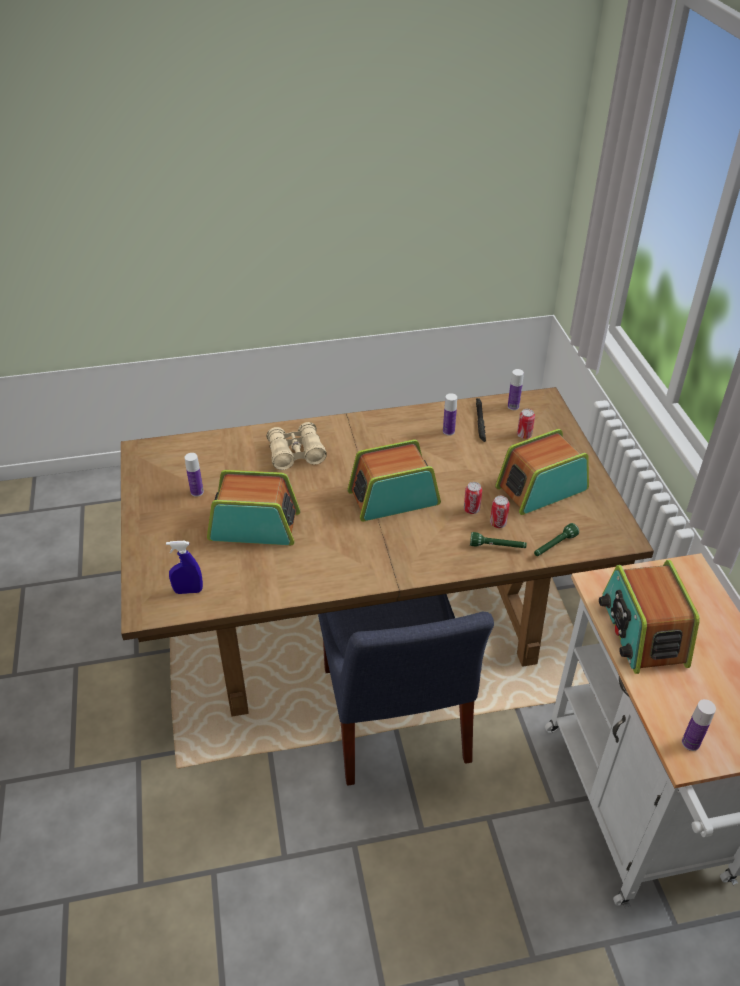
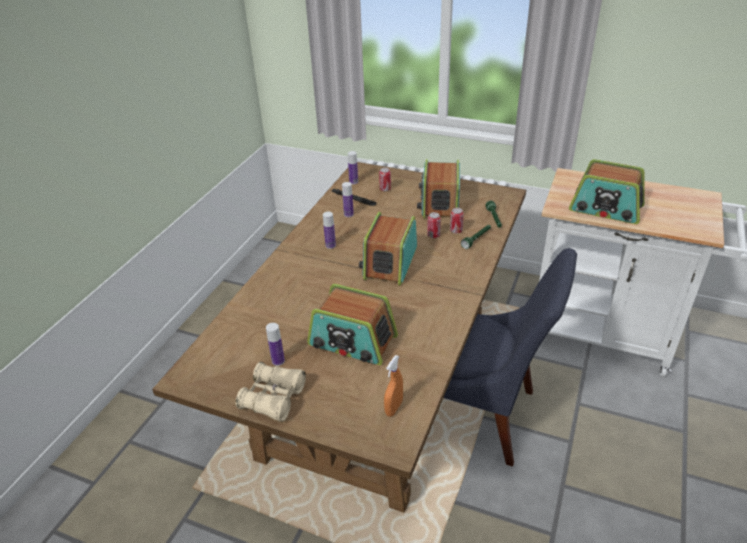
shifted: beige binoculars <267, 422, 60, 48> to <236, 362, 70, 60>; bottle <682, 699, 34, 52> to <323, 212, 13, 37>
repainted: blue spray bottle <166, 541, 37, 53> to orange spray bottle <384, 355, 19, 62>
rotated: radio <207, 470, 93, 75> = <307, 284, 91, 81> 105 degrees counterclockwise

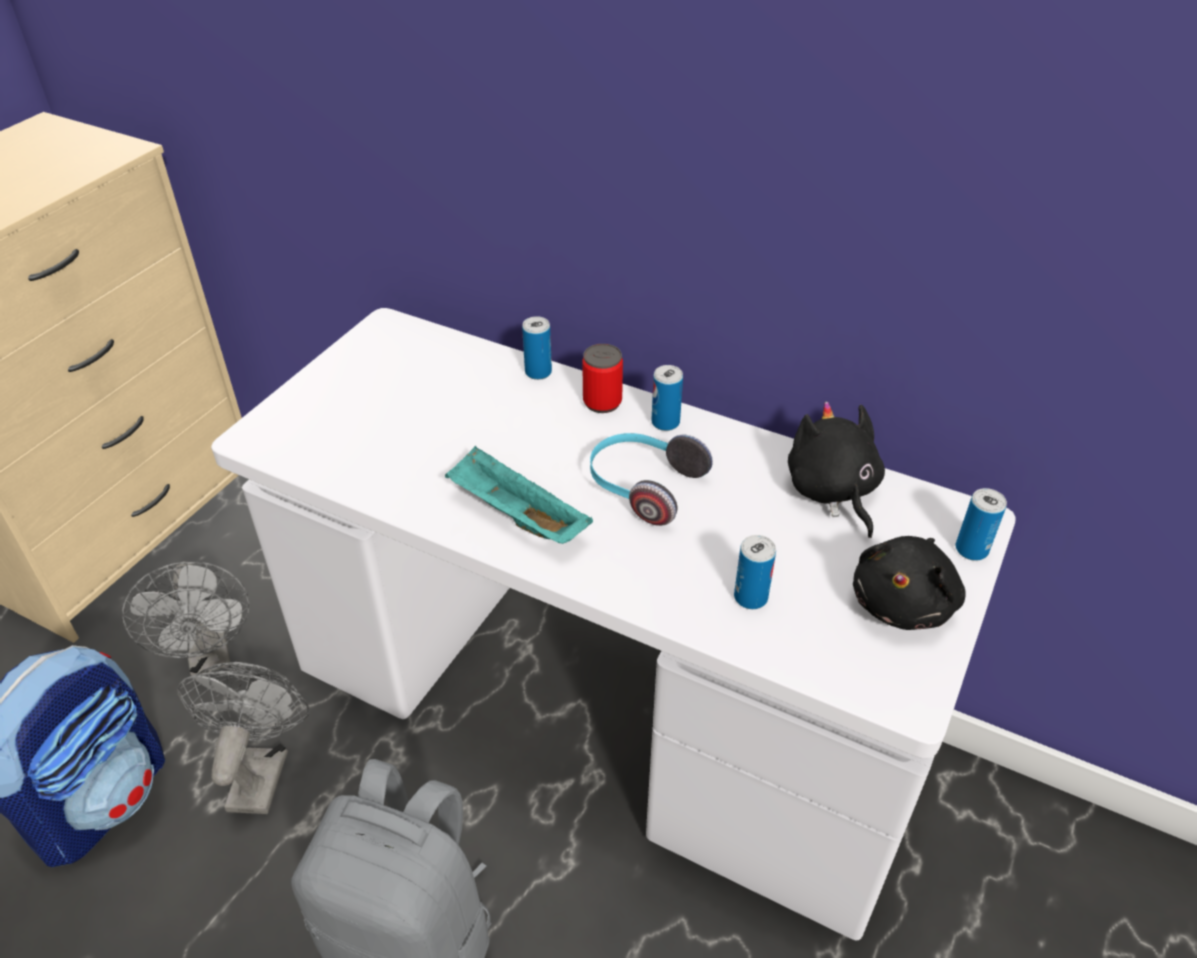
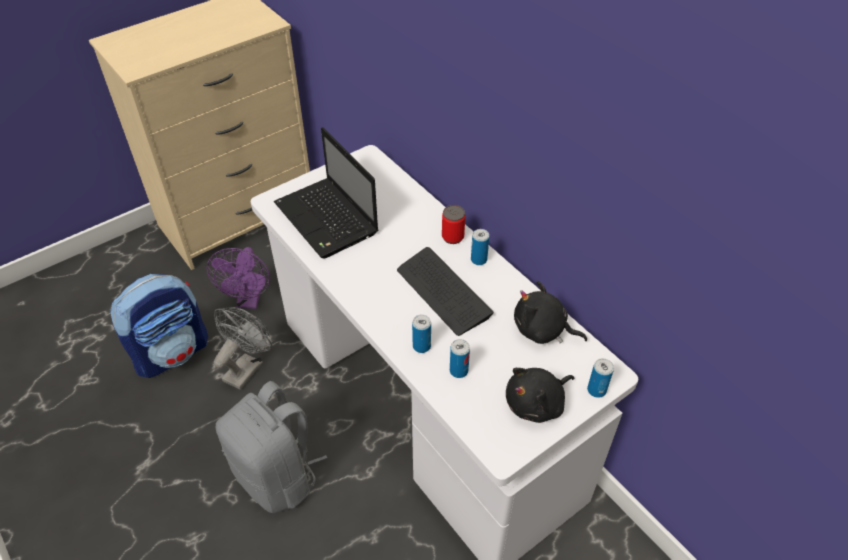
gone: turquoise tray <445, 445, 148, 99>
new: laptop <274, 127, 105, 131>
shifted: can <522, 316, 30, 64> to <412, 315, 19, 38>
swapped: headphones <590, 433, 123, 93> to keyboard <397, 247, 97, 89>
repainted: grey fan <122, 561, 128, 115> to purple fan <207, 247, 63, 62>
rotated: black plush toy <788, 401, 97, 137> = <514, 281, 73, 63> 75 degrees counterclockwise

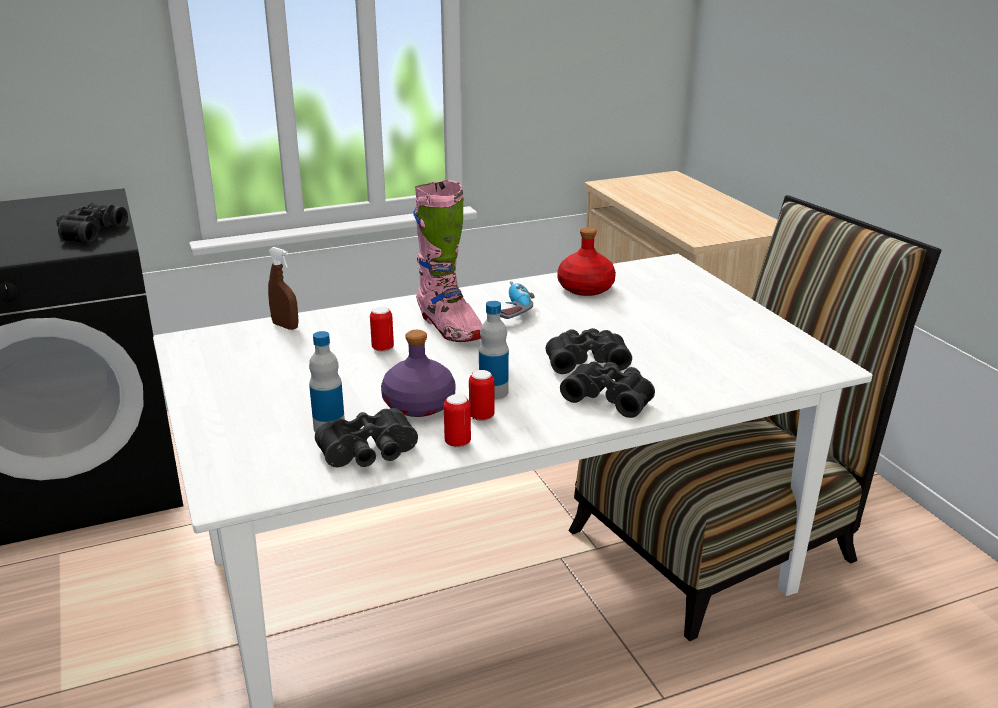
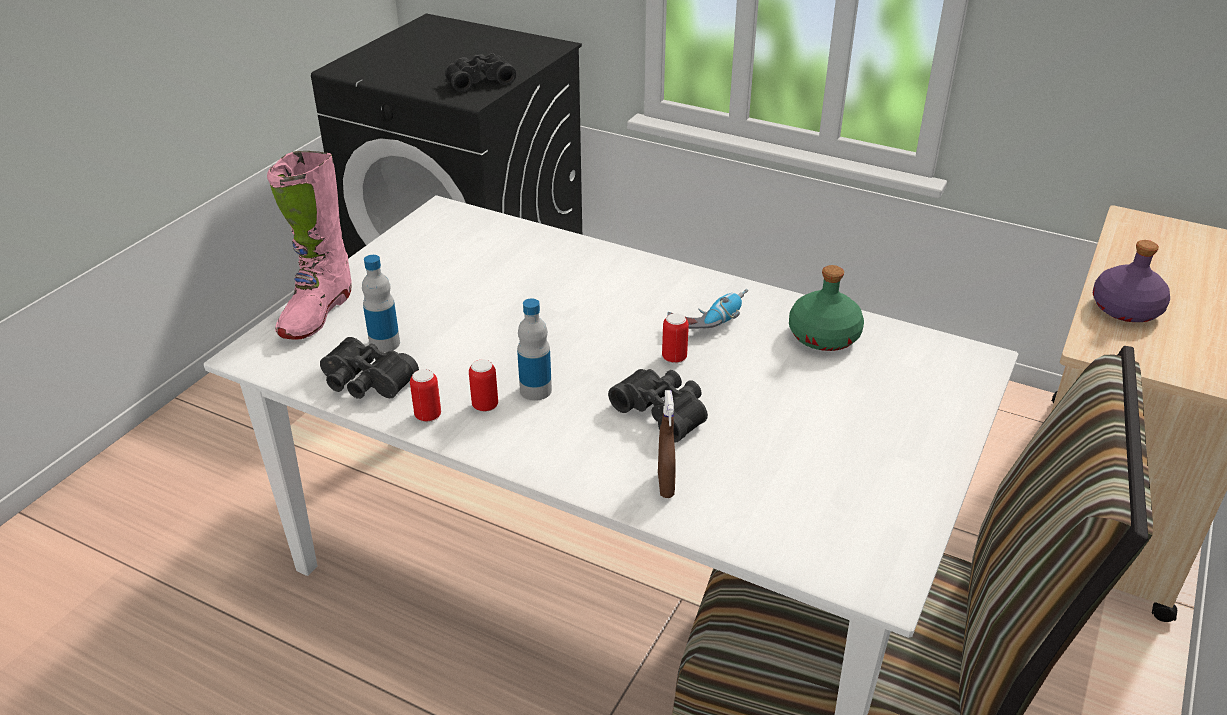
gone: black binoculars <560, 362, 95, 56>
shifted: pink boot <413, 180, 69, 162> to <267, 151, 85, 189>; brown spray bottle <268, 247, 30, 83> to <658, 390, 18, 108>; can <370, 307, 24, 45> to <662, 313, 27, 50>; purple bottle <381, 330, 74, 87> to <1093, 240, 77, 82>
repainted: red bottle <557, 227, 59, 69> to green bottle <789, 265, 75, 86>

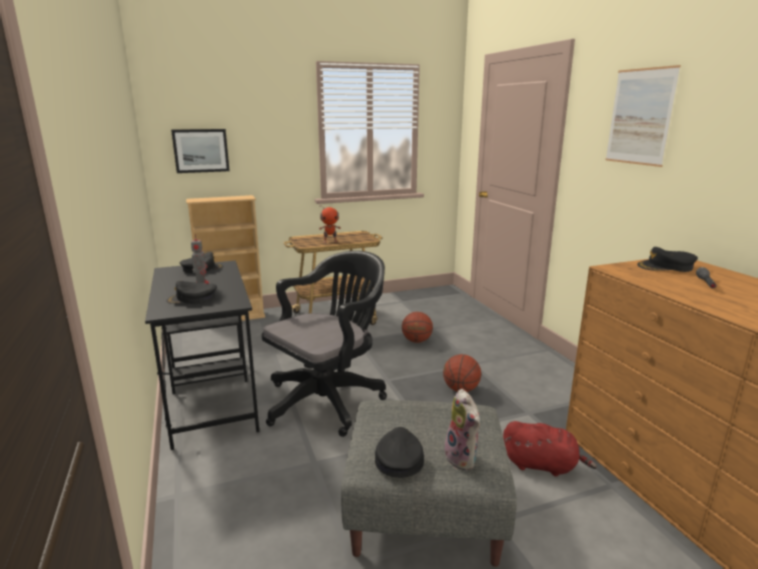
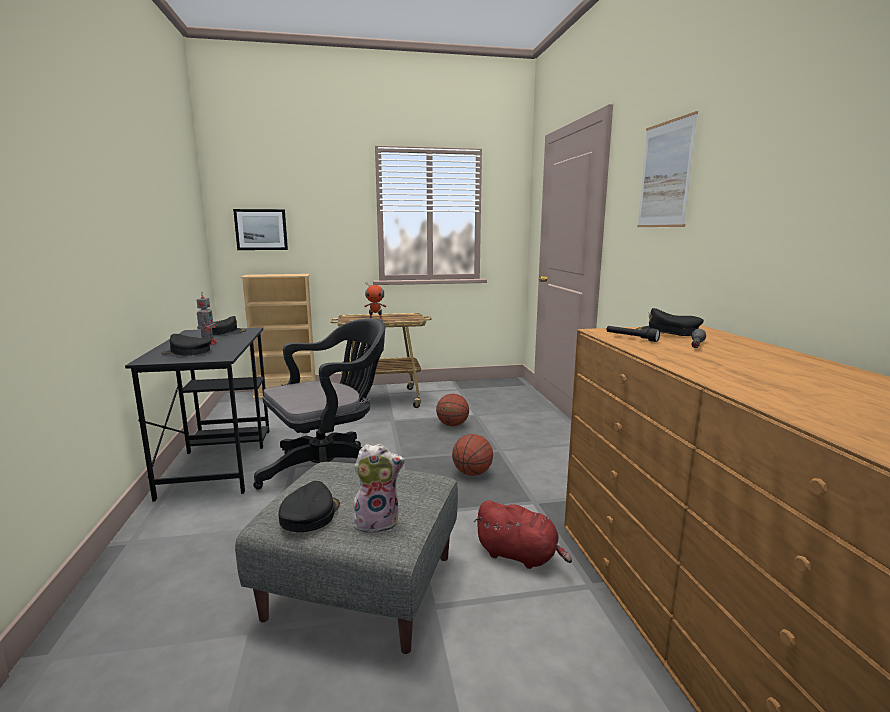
new: black flashlight <607, 326, 53, 16>
rotated: plush toy <444, 389, 36, 81> = <353, 444, 52, 90> 90 degrees counterclockwise

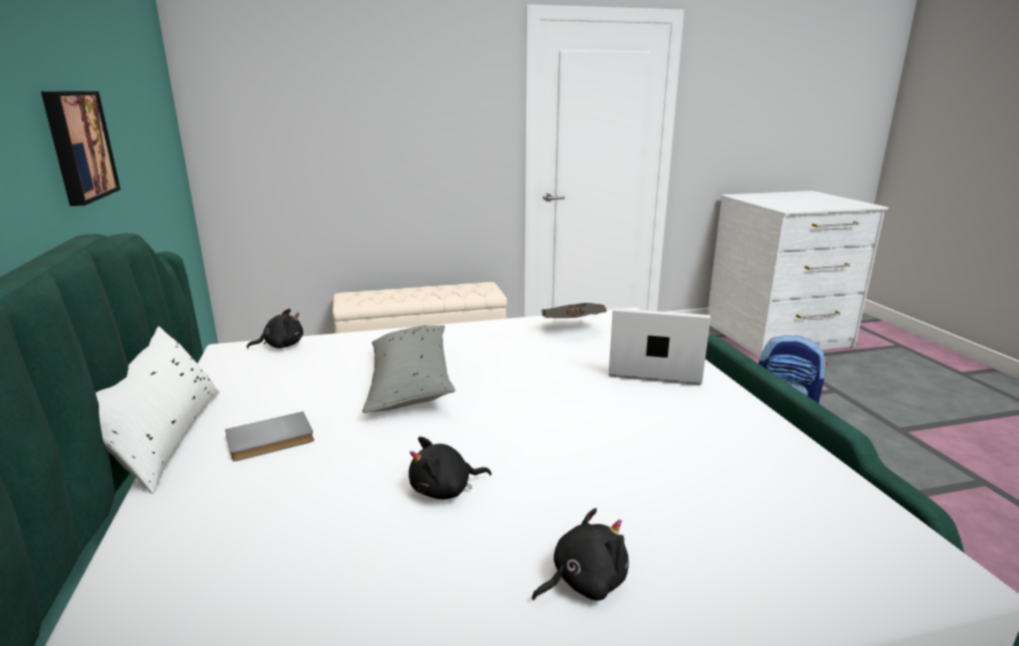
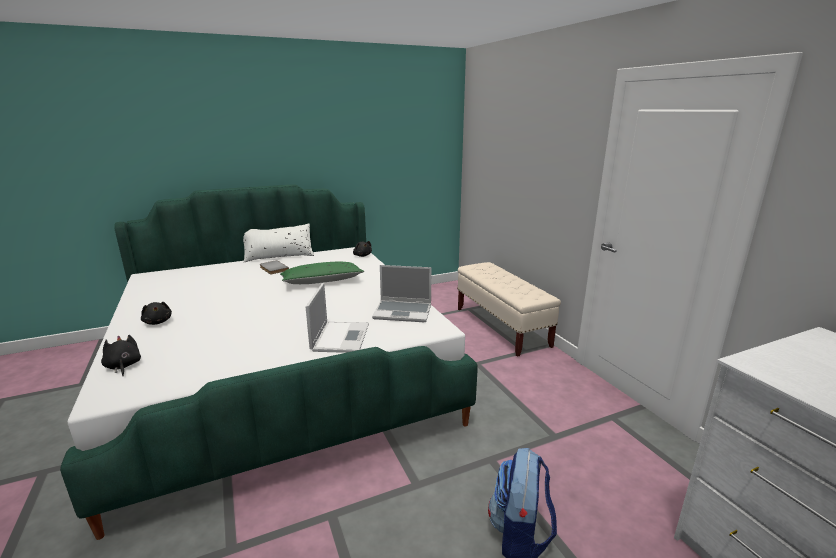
gone: picture <41, 91, 80, 115>
shifted: black plush toy <409, 437, 83, 62> to <101, 335, 40, 41>
swapped: newspaper <541, 303, 66, 15> to laptop <372, 265, 60, 57>
repainted: grey pillow <362, 325, 94, 88> to green pillow <280, 261, 84, 23>

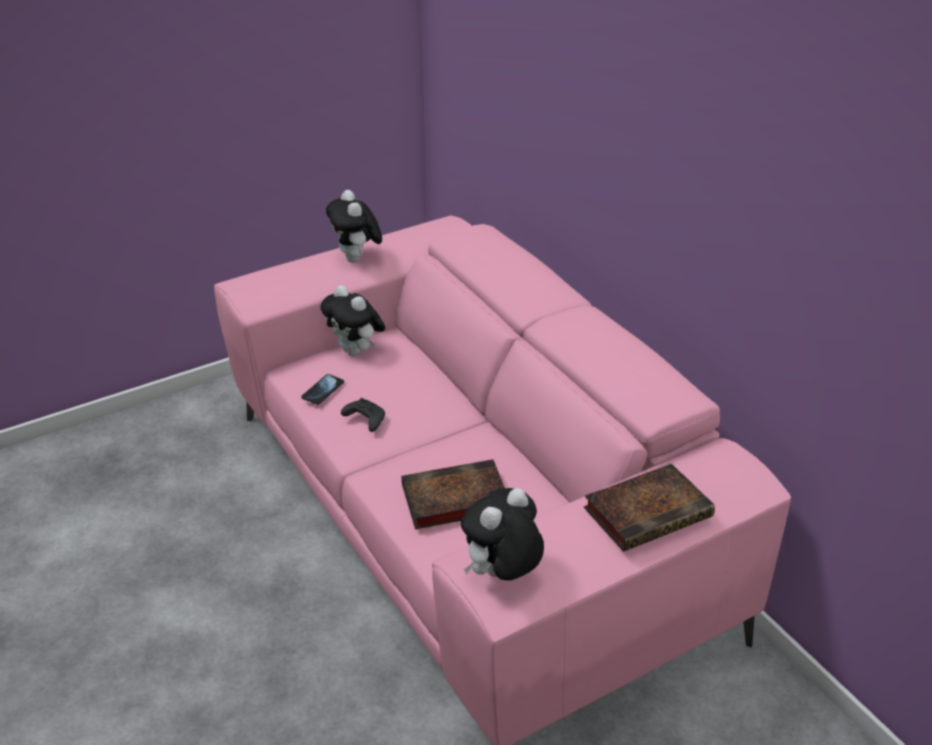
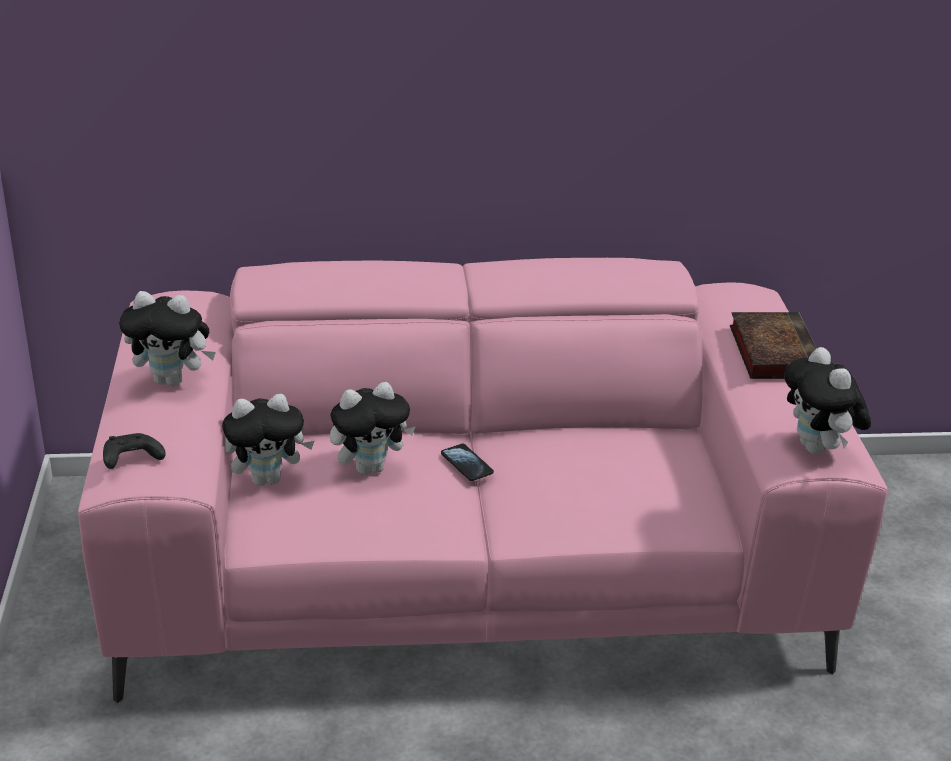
gone: book <402, 459, 103, 70>
new: plush toy <330, 382, 86, 93>
shifted: phone <301, 374, 43, 31> to <441, 443, 53, 38>; black game controller <341, 398, 44, 34> to <103, 433, 63, 36>

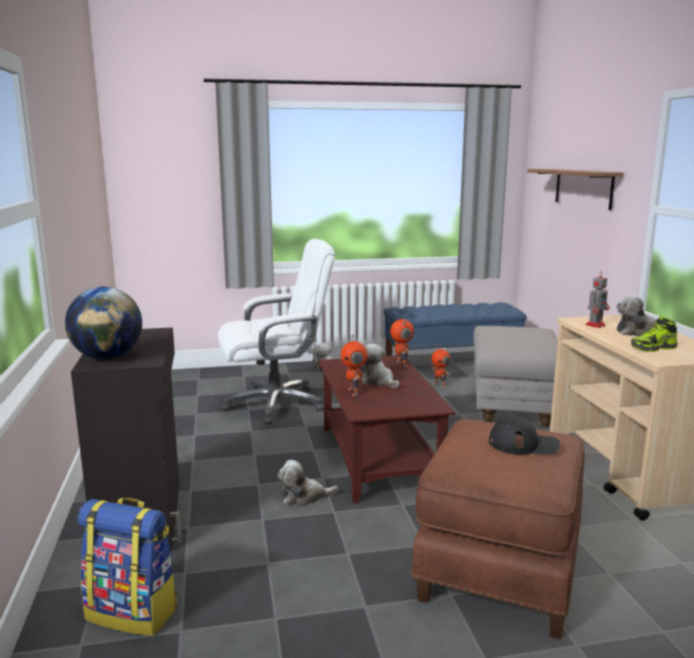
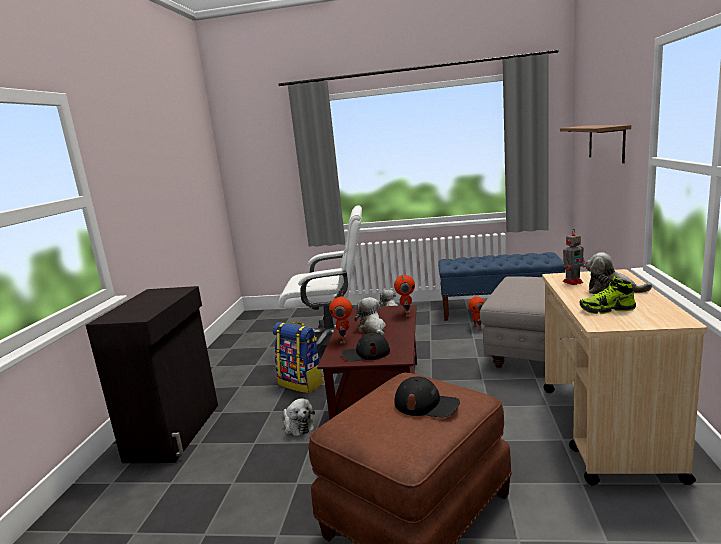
gone: globe <65, 287, 77, 72>
new: black cap <341, 333, 49, 28>
shifted: backpack <77, 498, 100, 138> to <273, 322, 51, 71>
rotated: plush toy <277, 460, 61, 46> = <284, 398, 31, 38> 135 degrees counterclockwise

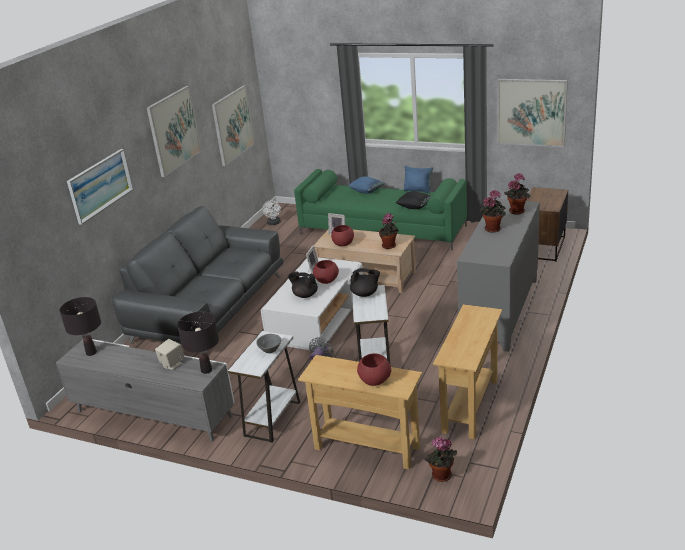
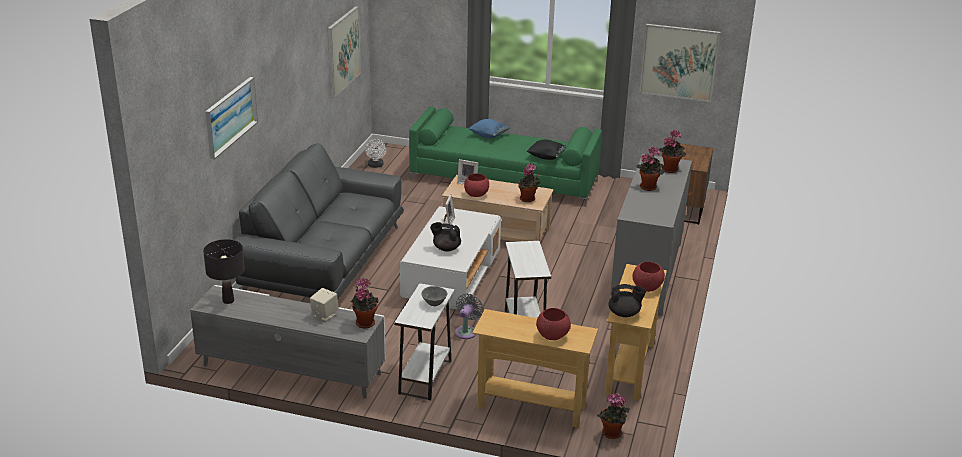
gone: picture <147, 86, 54, 91>; blue pillow <404, 166, 29, 27>
shifted: red bowl <313, 260, 26, 24> to <632, 262, 33, 30>; black teapot <350, 268, 30, 29> to <608, 284, 38, 33>
swapped: black table lamp <177, 311, 42, 63> to potted plant <351, 278, 28, 51>

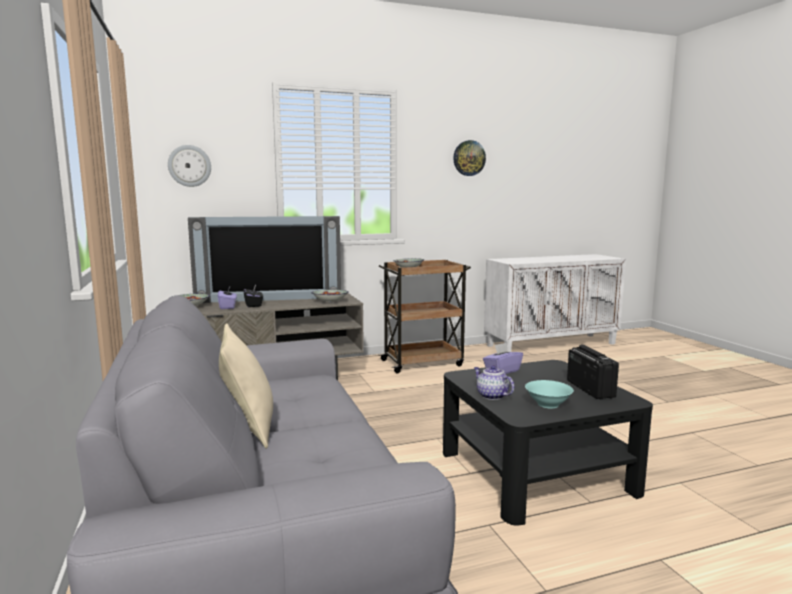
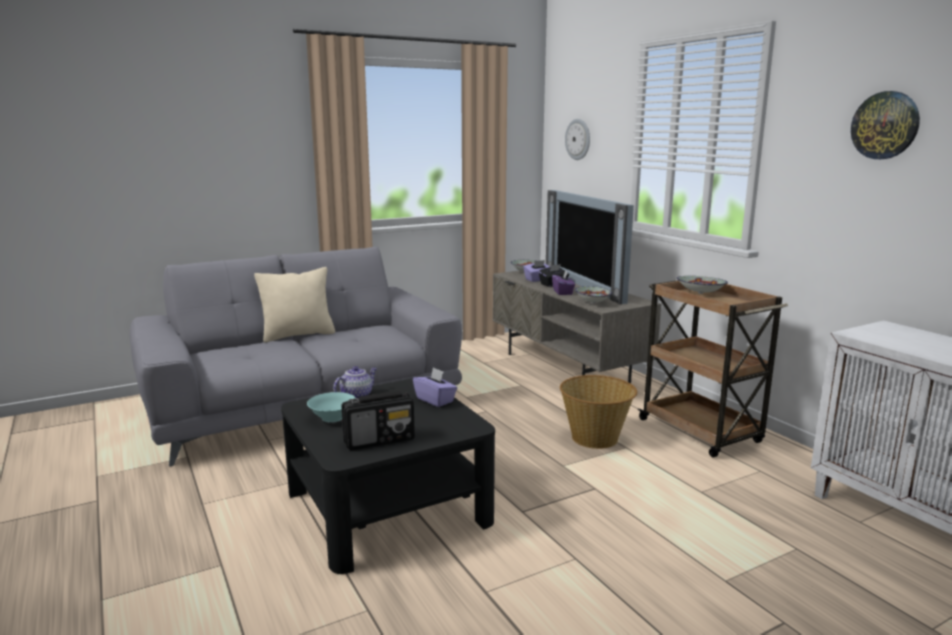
new: purple tissue box <552, 271, 23, 24>; basket <560, 375, 77, 74>

